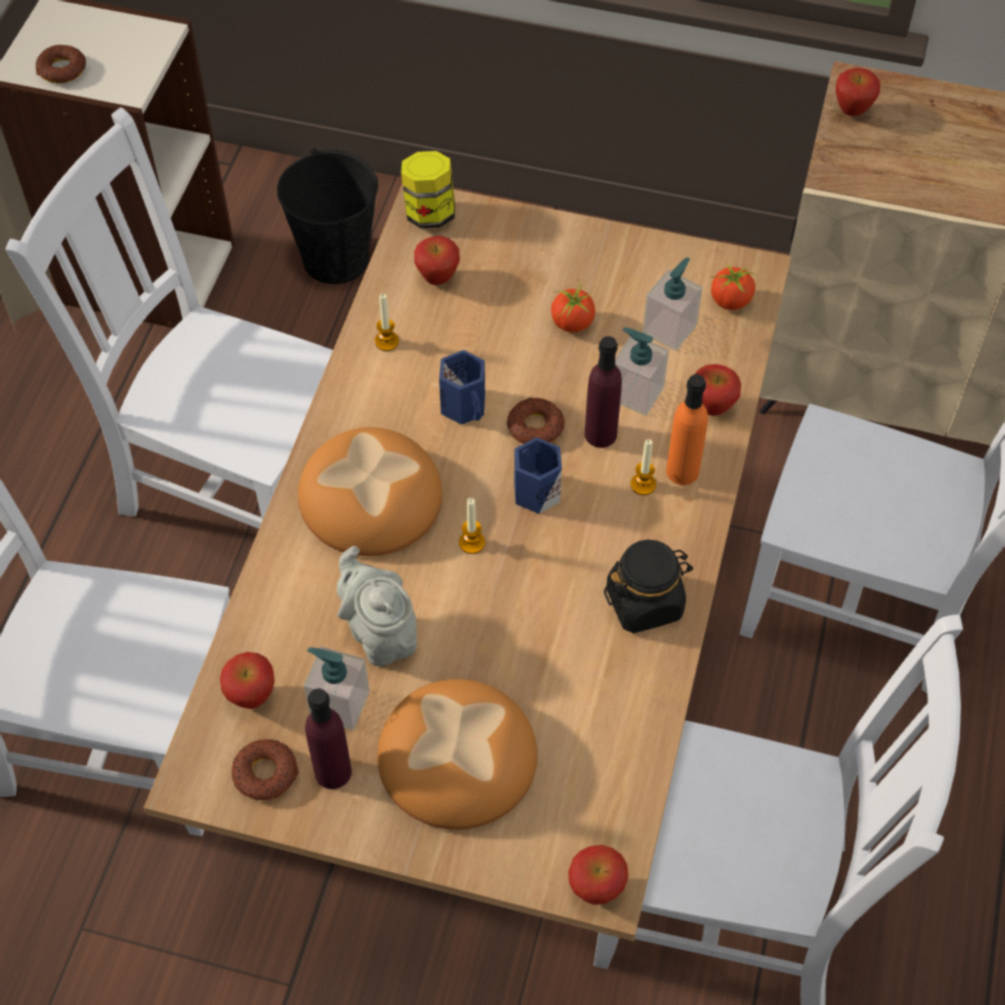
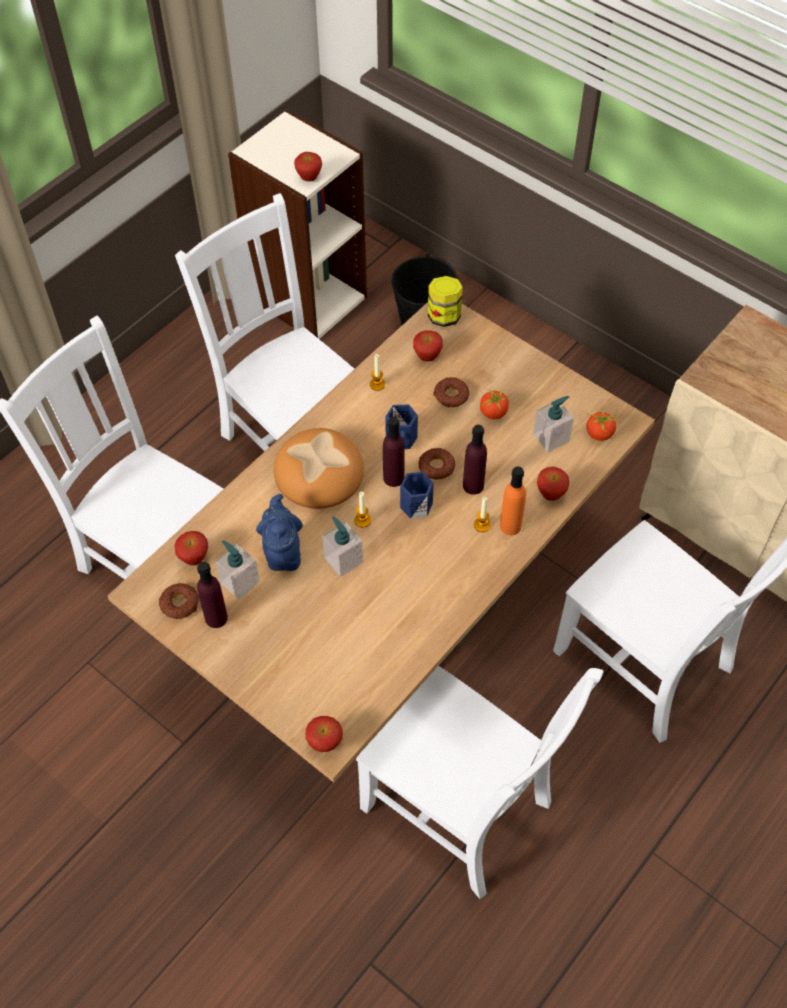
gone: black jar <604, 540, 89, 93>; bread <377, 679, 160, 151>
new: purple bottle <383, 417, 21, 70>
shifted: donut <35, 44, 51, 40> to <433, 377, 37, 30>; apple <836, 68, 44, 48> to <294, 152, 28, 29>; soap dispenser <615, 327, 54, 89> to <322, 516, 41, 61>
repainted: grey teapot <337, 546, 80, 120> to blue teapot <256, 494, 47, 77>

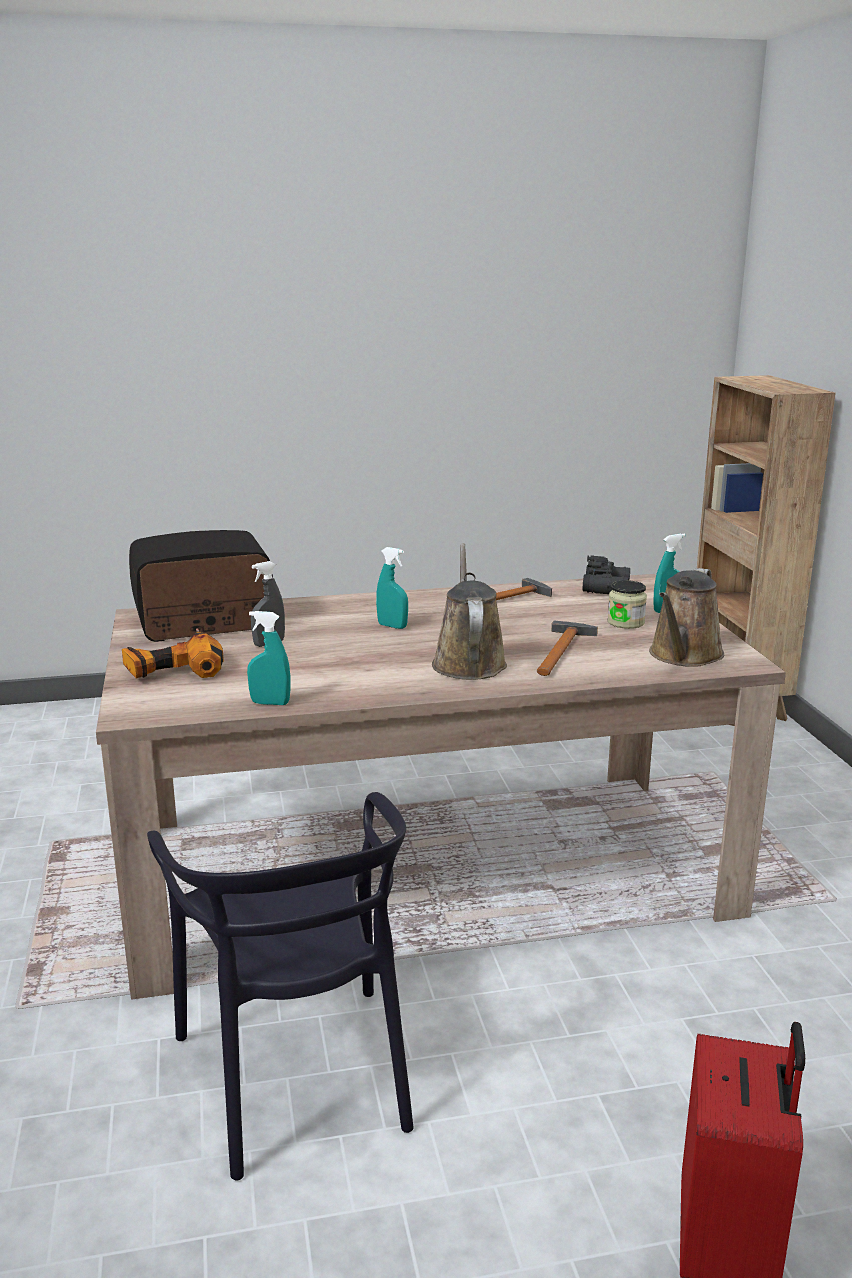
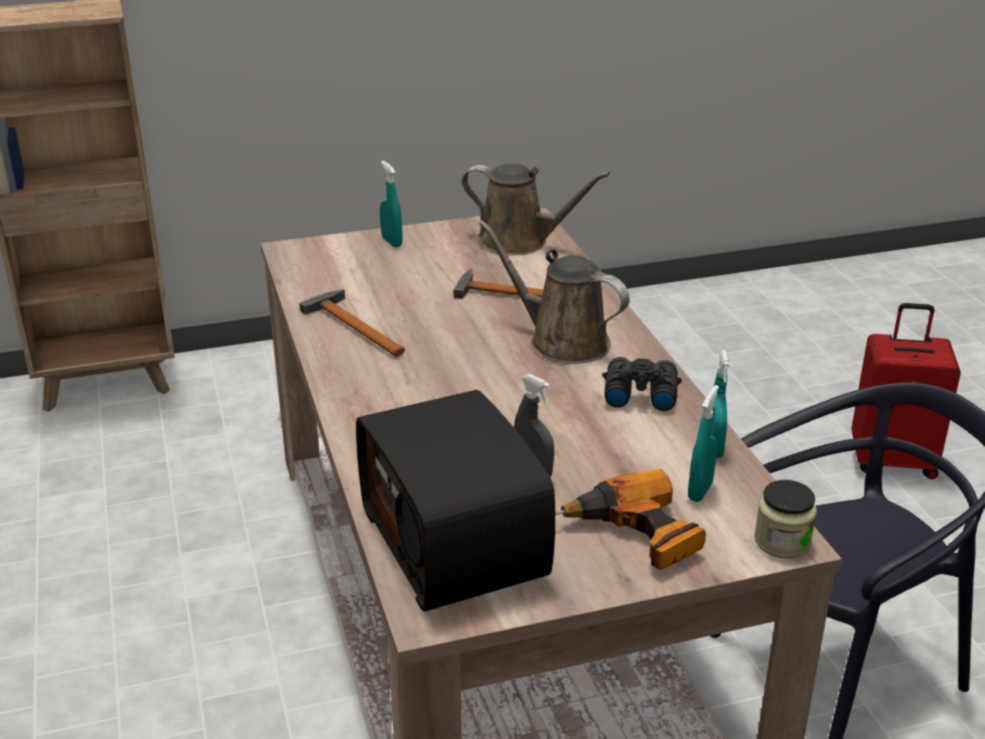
shifted: turquoise spray bottle <376, 547, 32, 82> to <688, 385, 31, 117>; black binoculars <583, 555, 47, 39> to <602, 357, 80, 54>; jar <608, 580, 39, 49> to <754, 480, 63, 79>
rotated: brown watering can <432, 543, 75, 137> = <478, 220, 152, 144> 45 degrees clockwise

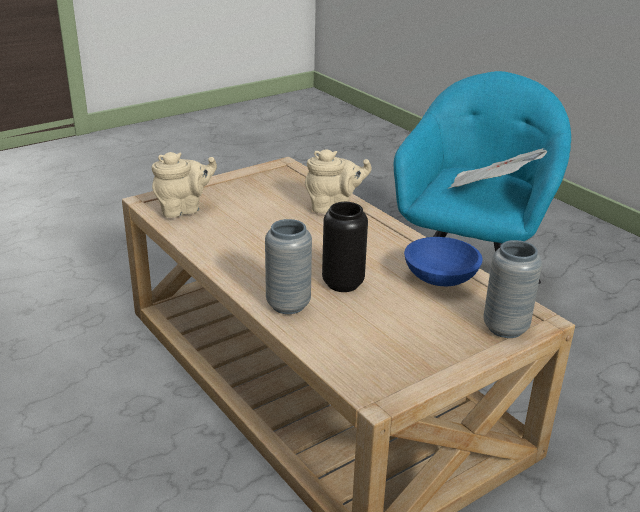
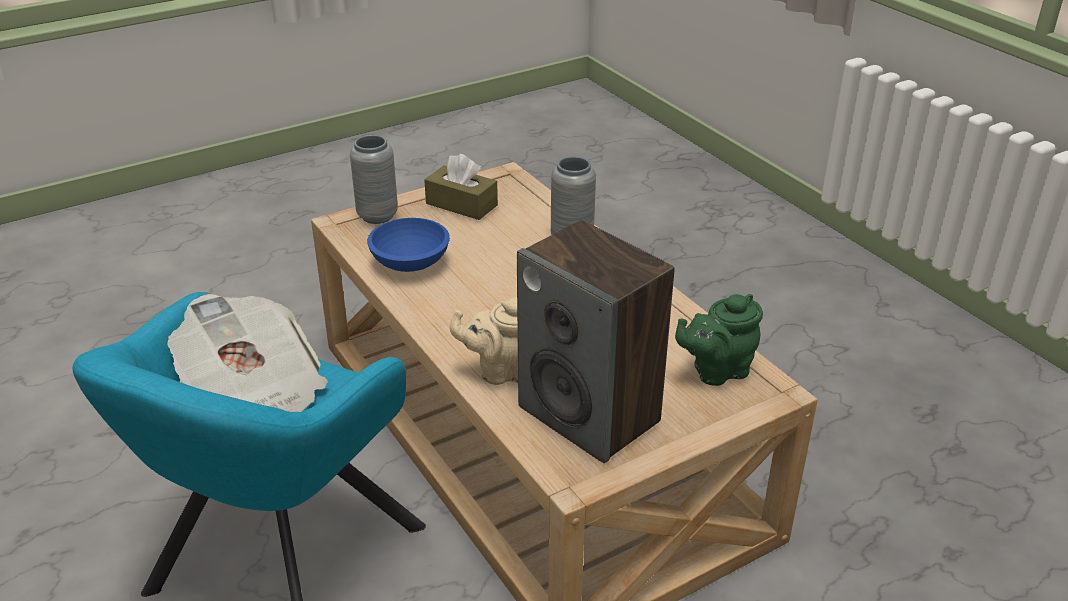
gone: black vase <322, 202, 46, 90>
new: brown tissue box <424, 154, 74, 66>; speaker <517, 220, 157, 243>
repainted: beige teapot <152, 152, 65, 66> to green teapot <675, 294, 88, 92>

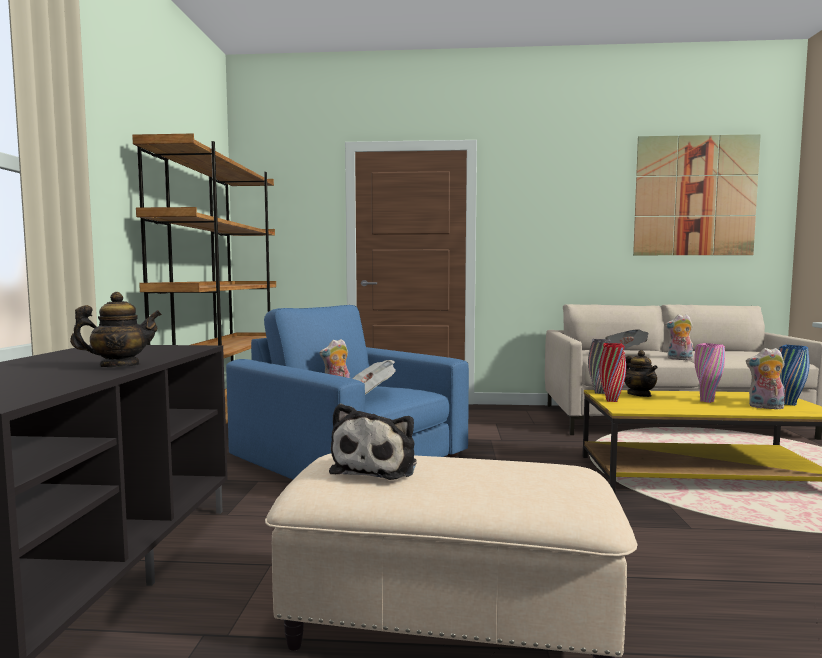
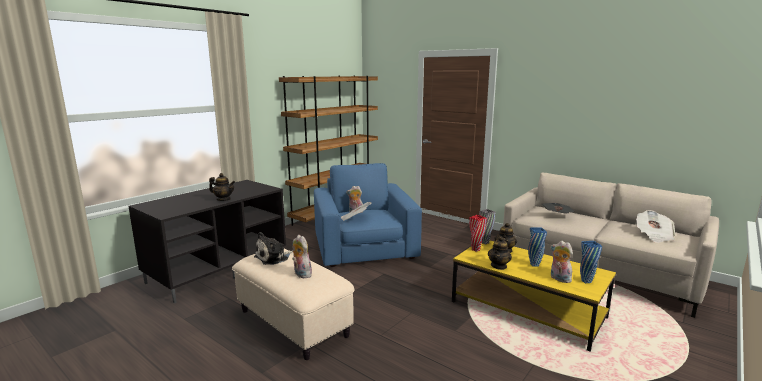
gone: picture <633, 134, 128, 121>
new: newspaper <635, 210, 40, 33>; teapot <488, 237, 24, 33>
shifted: plush toy <665, 314, 28, 46> to <292, 235, 20, 43>
repainted: pink vase <694, 343, 31, 60> to blue vase <528, 227, 19, 40>

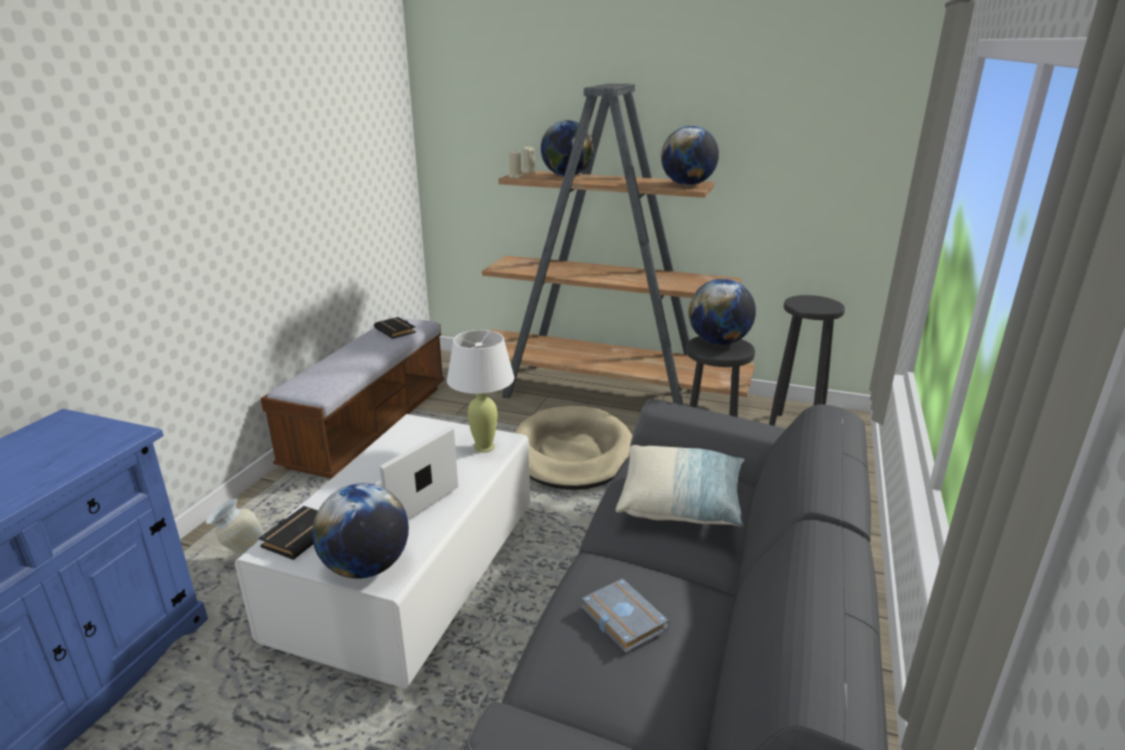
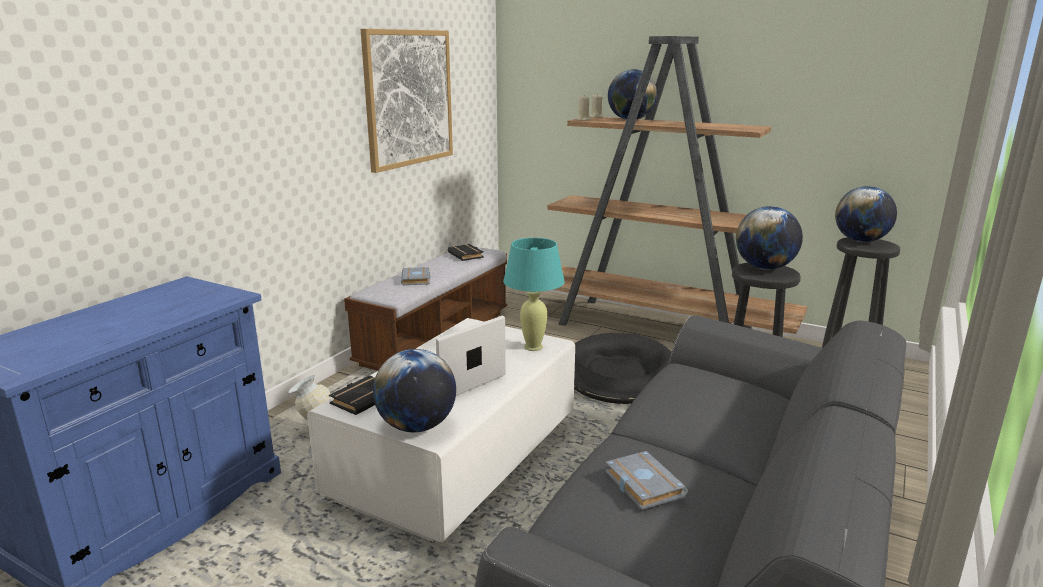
gone: pillow <616, 445, 128, 81>
new: picture <361, 29, 92, 144>; grey book <401, 267, 29, 18>
shifted: globe <661, 126, 58, 60> to <835, 186, 62, 56>
repainted: white table lamp <447, 330, 67, 123> to turquoise table lamp <503, 238, 62, 113>; beige dog bed <514, 406, 119, 84> to black dog bed <574, 333, 97, 71>

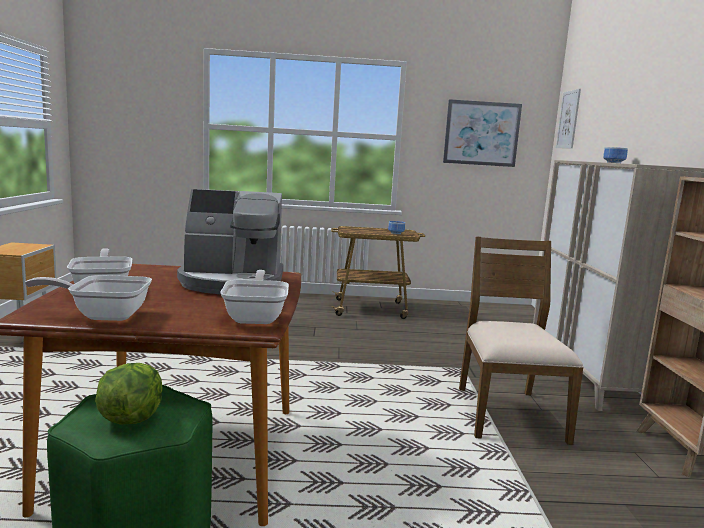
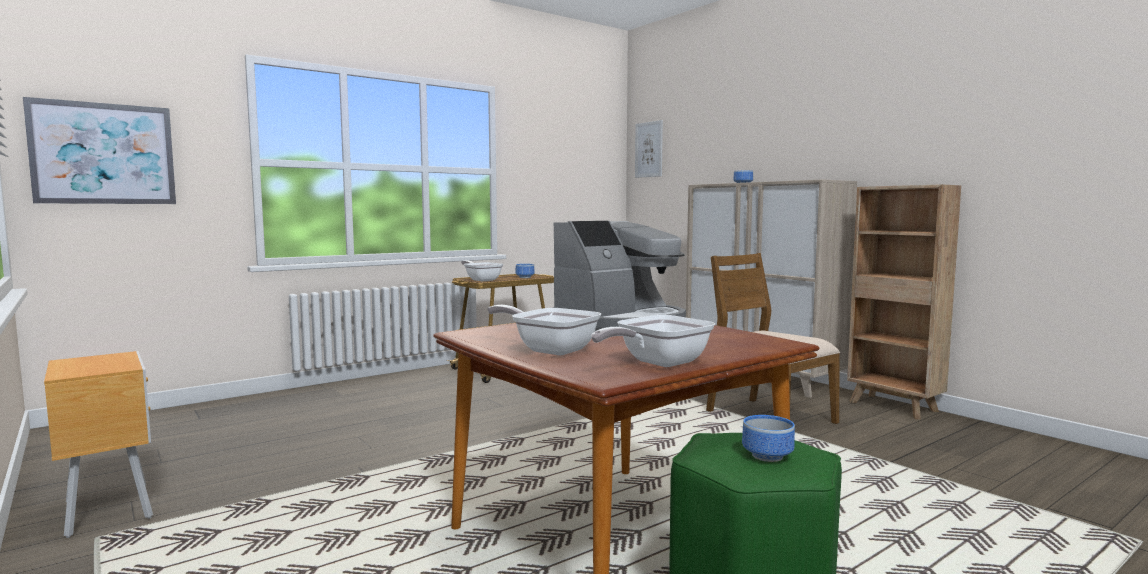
shifted: picture <443, 99, 79, 68> to <23, 97, 153, 107>; frying pan <220, 270, 69, 54> to <461, 260, 42, 21>
swapped: lettuce <95, 363, 68, 62> to bowl <742, 415, 53, 47>

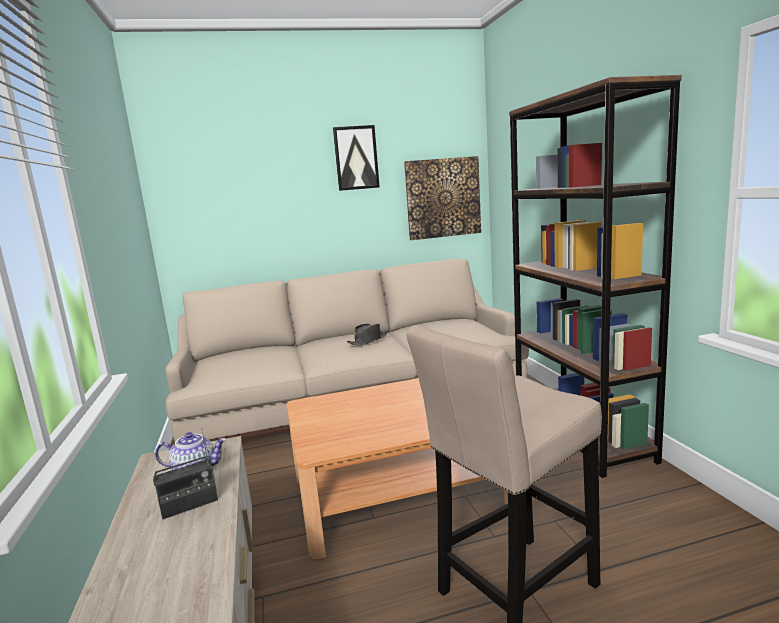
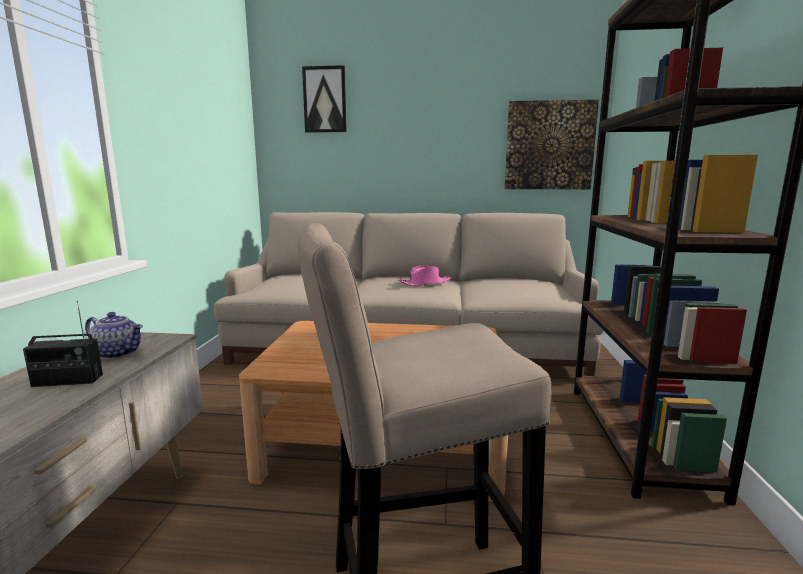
shifted: picture <333, 125, 47, 66> to <302, 65, 45, 68>
repainted: black hat <347, 324, 41, 22> to pink hat <398, 266, 53, 20>

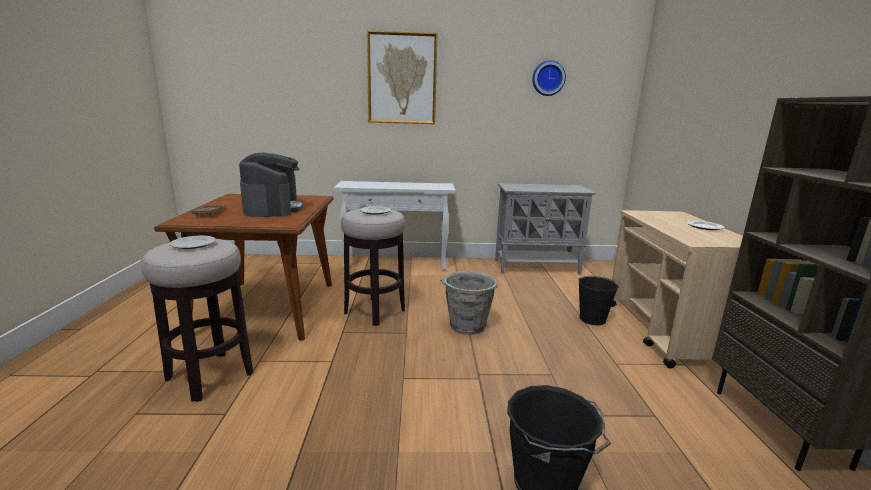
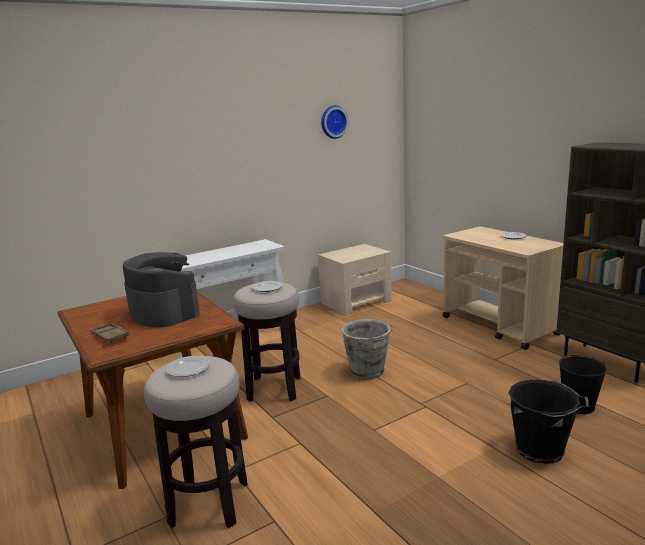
gone: picture <367, 31, 70, 93>
shifted: black bucket <579, 276, 40, 49> to <559, 355, 48, 59>
swapped: grey cabinet <495, 183, 101, 92> to beige nightstand <318, 244, 74, 71>

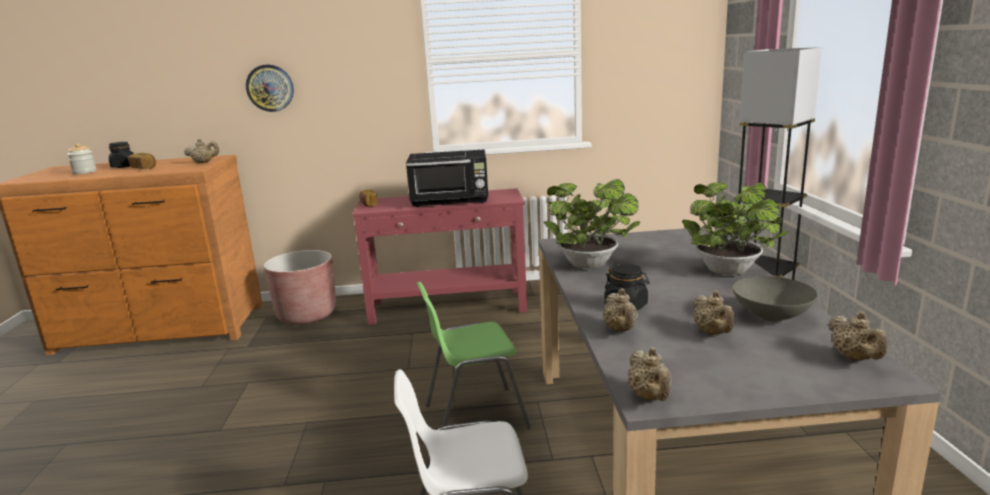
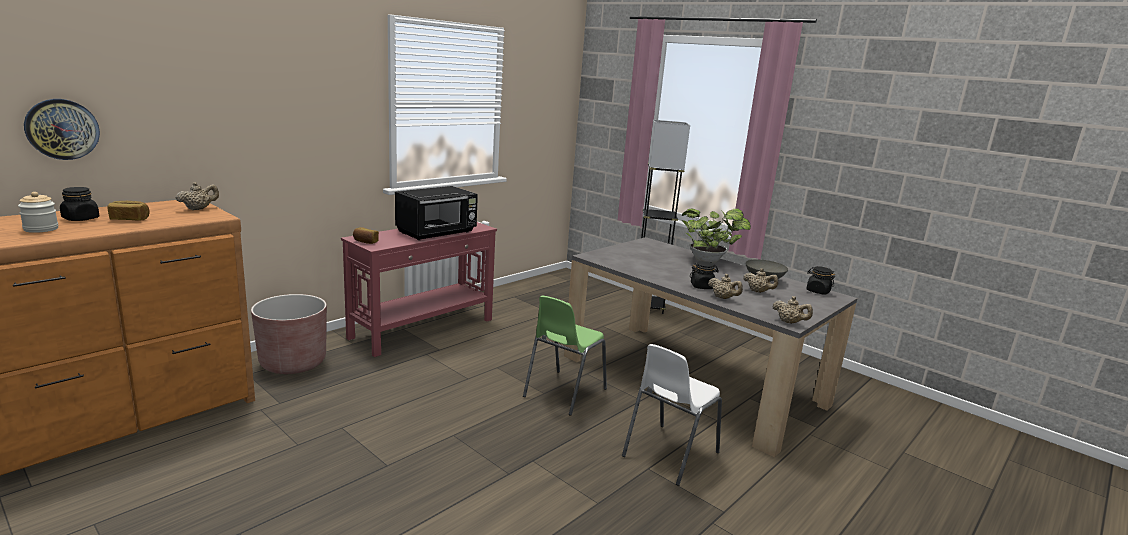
gone: potted plant <544, 179, 96, 90>
shifted: wall clock <246, 64, 48, 48> to <24, 99, 76, 61>
swapped: beige teapot <828, 311, 59, 49> to black jar <806, 266, 29, 29>

